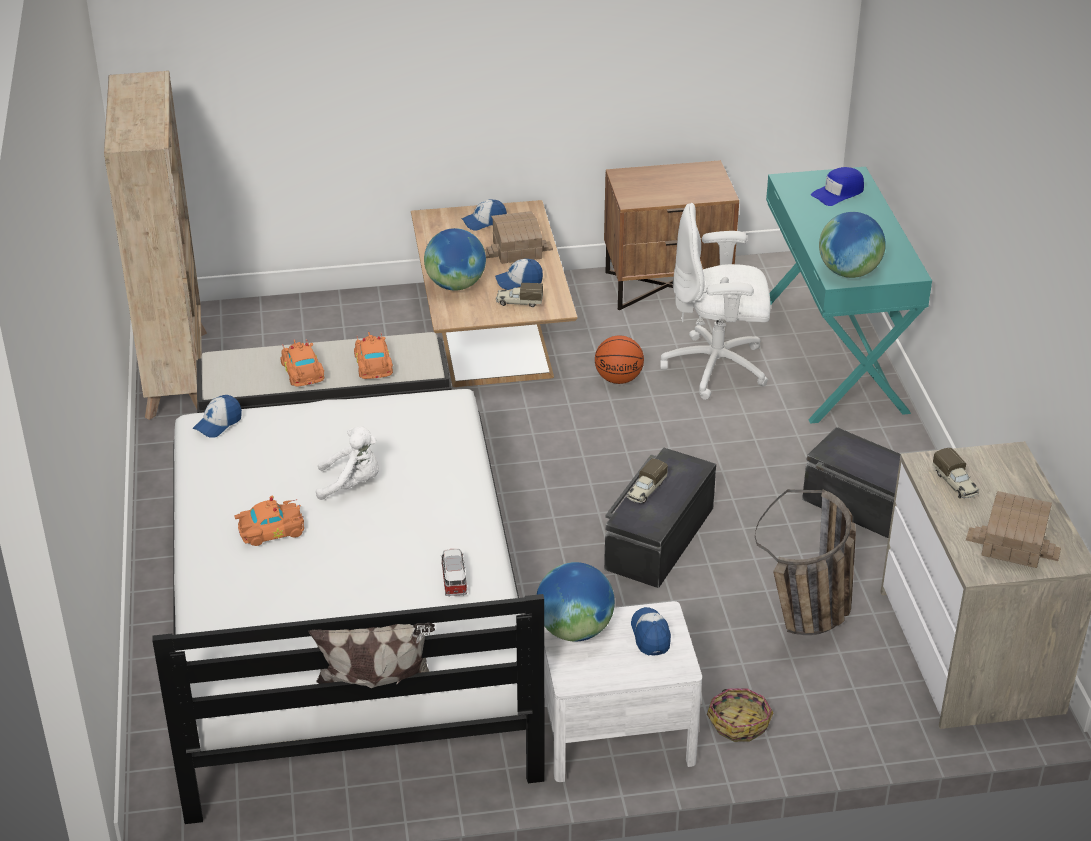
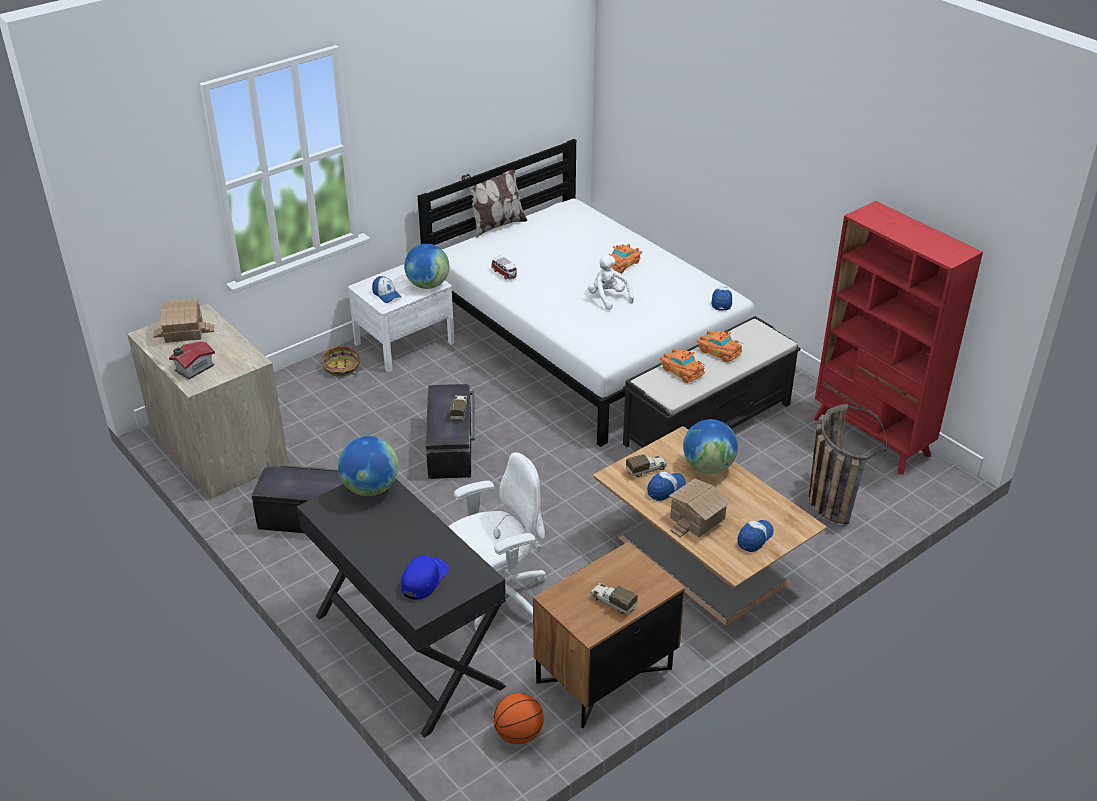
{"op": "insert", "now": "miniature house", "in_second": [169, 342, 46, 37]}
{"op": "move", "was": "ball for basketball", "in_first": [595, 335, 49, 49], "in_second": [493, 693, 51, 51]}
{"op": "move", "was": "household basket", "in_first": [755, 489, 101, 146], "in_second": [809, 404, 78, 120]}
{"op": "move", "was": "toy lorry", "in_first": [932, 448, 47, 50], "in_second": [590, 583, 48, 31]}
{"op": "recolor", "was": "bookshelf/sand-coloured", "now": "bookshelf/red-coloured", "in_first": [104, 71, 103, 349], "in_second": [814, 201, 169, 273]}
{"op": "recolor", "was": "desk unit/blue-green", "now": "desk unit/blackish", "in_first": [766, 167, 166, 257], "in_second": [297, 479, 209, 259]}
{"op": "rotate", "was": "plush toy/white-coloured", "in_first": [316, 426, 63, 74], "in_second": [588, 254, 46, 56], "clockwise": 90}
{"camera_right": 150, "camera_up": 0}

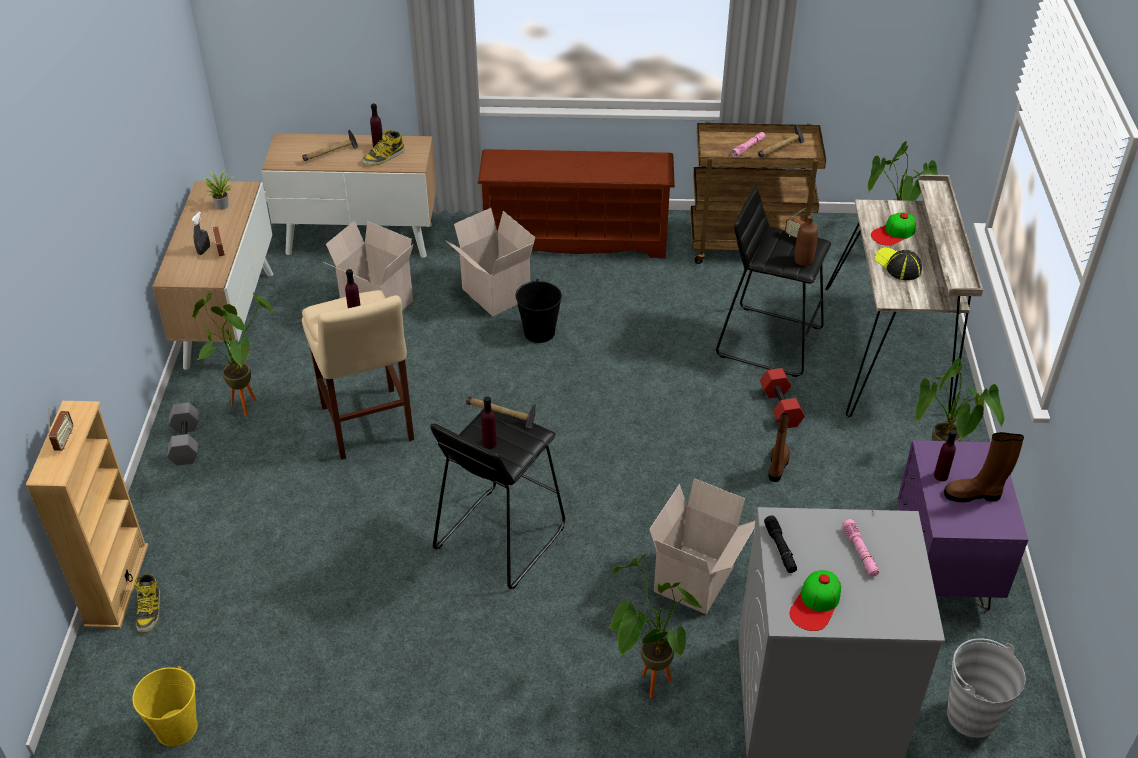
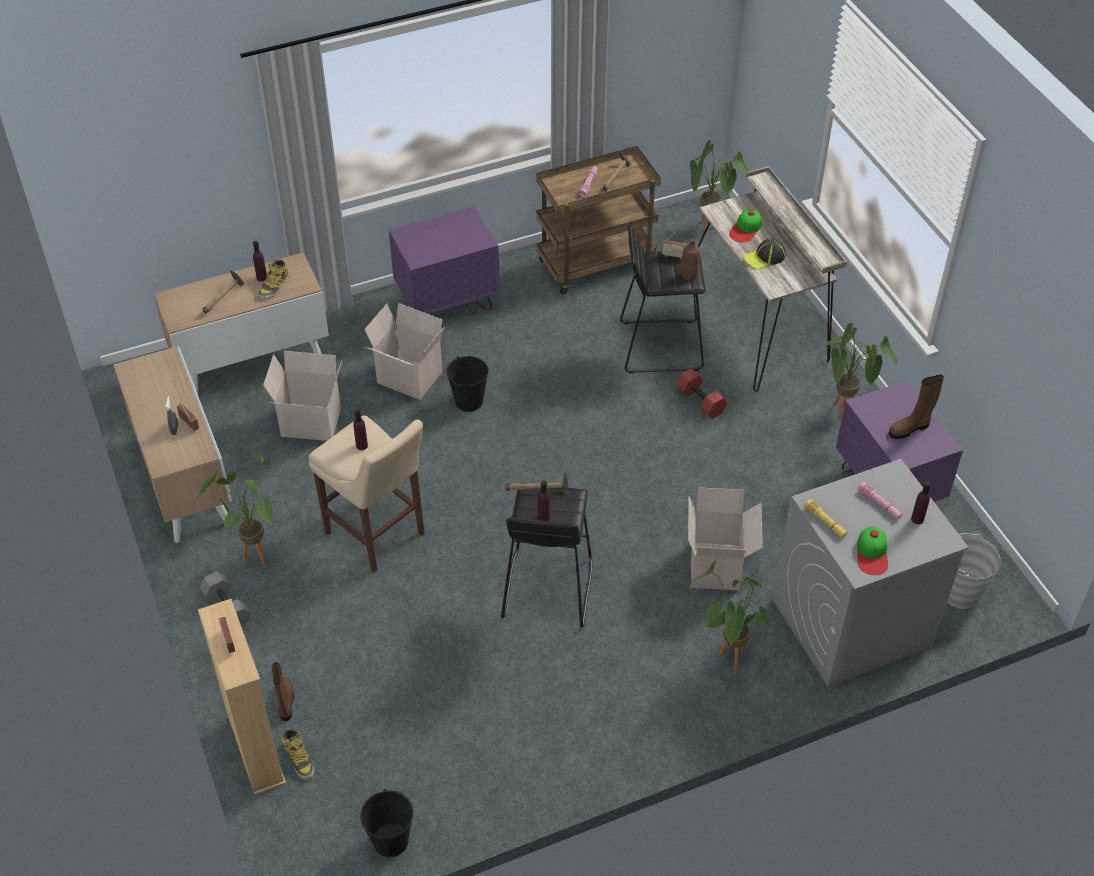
{"op": "delete", "was": "houseplant", "in_first": [202, 168, 34, 42]}
{"op": "move", "was": "tall boot/brown-coloured", "in_first": [768, 413, 22, 69], "in_second": [272, 662, 23, 59]}
{"op": "move", "was": "beverage bottle/purplish", "in_first": [934, 429, 23, 52], "in_second": [911, 481, 20, 43]}
{"op": "replace", "was": "shoe shelf/brown-coloured", "now": "bedside table/purplish", "in_first": [478, 149, 197, 109], "in_second": [389, 207, 111, 108]}
{"op": "recolor", "was": "pail/yellowish", "now": "pail/blackish", "in_first": [132, 666, 66, 81], "in_second": [360, 789, 54, 68]}
{"op": "recolor", "was": "torch/blackish", "now": "torch/yellowish", "in_first": [764, 515, 33, 58], "in_second": [804, 499, 43, 39]}
{"op": "rotate", "was": "cap", "in_first": [874, 247, 48, 33], "in_second": [744, 238, 42, 32], "clockwise": -60}
{"camera_right": -25, "camera_up": 5}

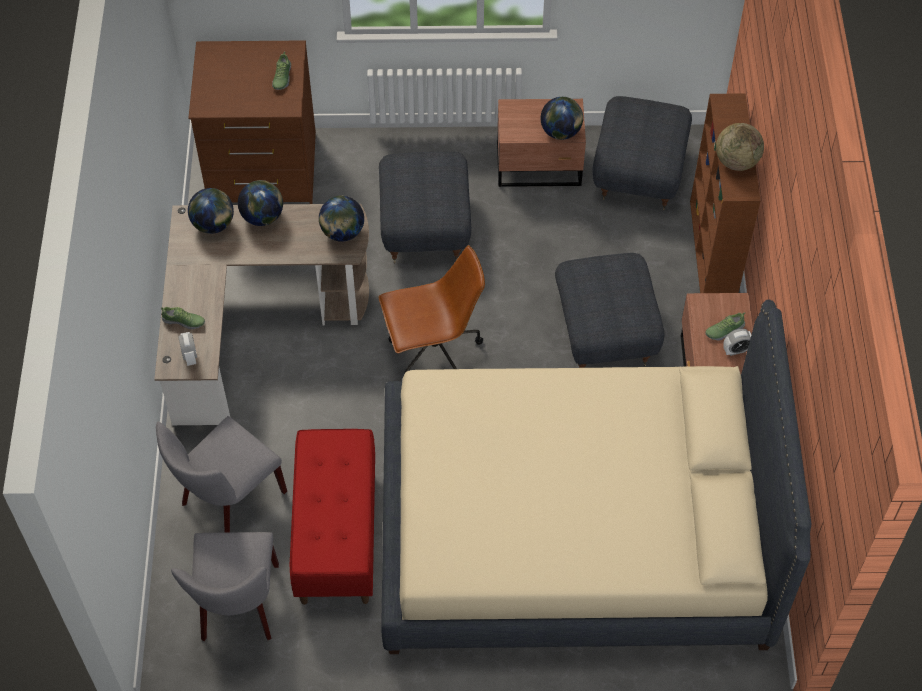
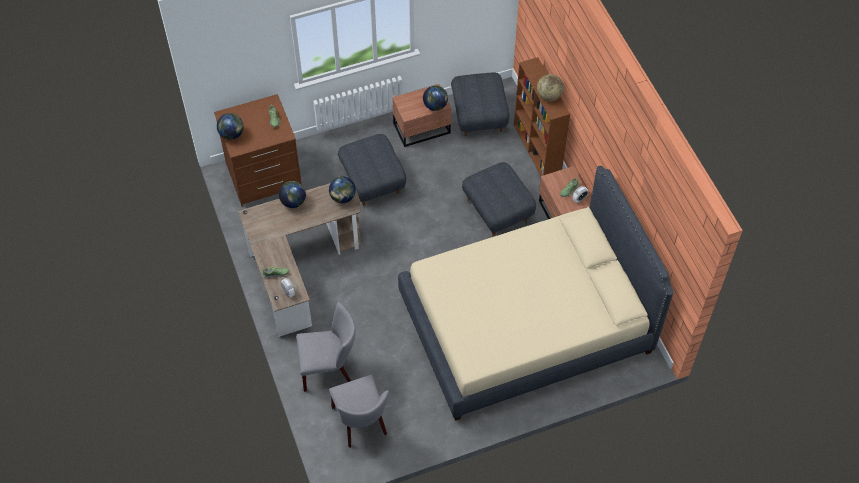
{"op": "delete", "was": "indoor bench/red-coloured", "in_first": [290, 429, 85, 176]}
{"op": "delete", "was": "office chair/brown-coloured", "in_first": [378, 245, 107, 129]}
{"op": "move", "was": "desk globe", "in_first": [188, 188, 46, 46], "in_second": [217, 113, 27, 27]}
{"op": "rotate", "was": "upright chair/gray", "in_first": [156, 416, 131, 117], "in_second": [296, 302, 60, 90], "clockwise": -120}
{"camera_right": -20, "camera_up": 0}

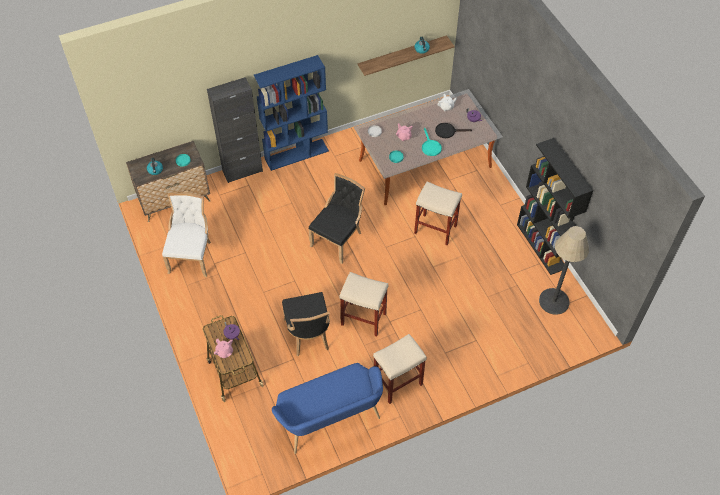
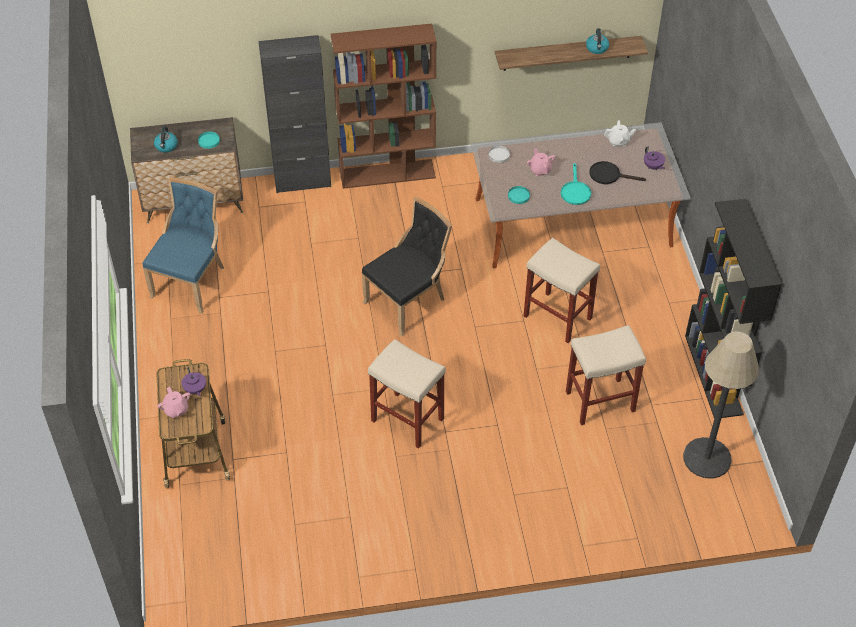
{"op": "delete", "was": "indoor bench/blue", "in_first": [272, 363, 111, 91]}
{"op": "delete", "was": "upright chair/blackish", "in_first": [282, 292, 48, 64]}
{"op": "move", "was": "sitting stool/sand-coloured", "in_first": [373, 334, 54, 70], "in_second": [566, 325, 80, 100]}
{"op": "recolor", "was": "upright chair/white-coloured", "now": "upright chair/blue", "in_first": [162, 192, 49, 85], "in_second": [143, 177, 81, 137]}
{"op": "recolor", "was": "bookshelf/blue", "now": "bookshelf/brown-coloured", "in_first": [254, 55, 75, 116], "in_second": [331, 23, 106, 166]}
{"camera_right": 15, "camera_up": -5}

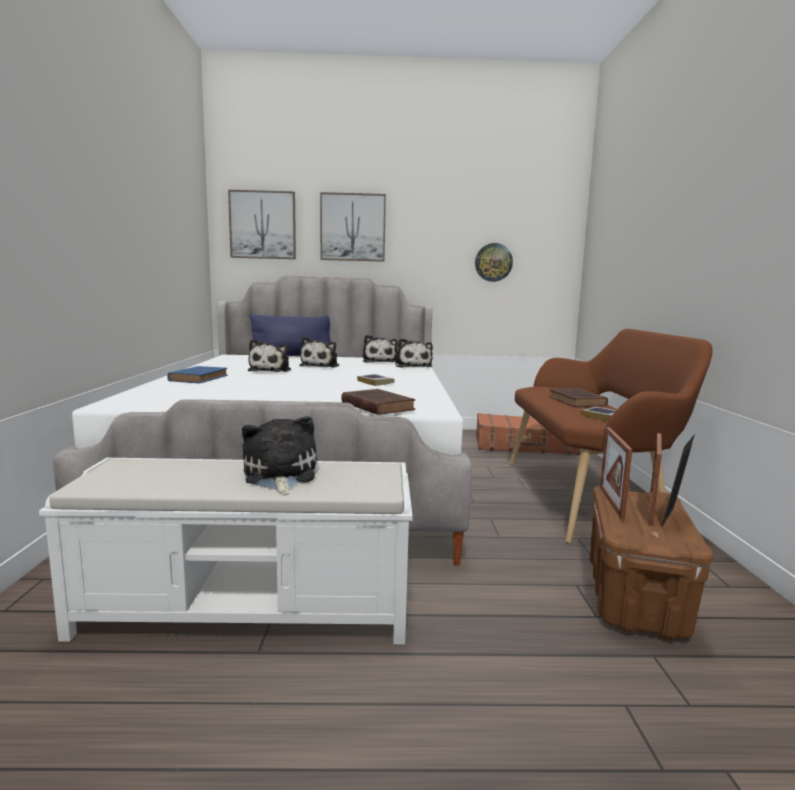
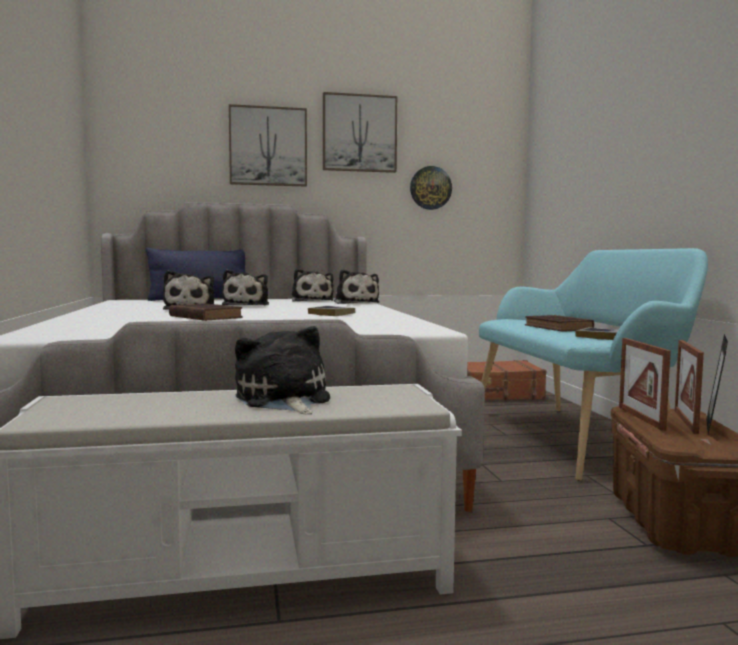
{"op": "delete", "was": "book/blue", "in_first": [167, 366, 61, 17]}
{"op": "move", "was": "picture", "in_first": [228, 190, 68, 69], "in_second": [323, 92, 74, 81]}
{"op": "move", "was": "book/brown-coloured", "in_first": [341, 389, 74, 26], "in_second": [169, 304, 74, 17]}
{"op": "recolor", "was": "indoor bench/brown-coloured", "now": "indoor bench/blue-green", "in_first": [510, 329, 203, 215], "in_second": [479, 248, 229, 233]}
{"camera_right": -10, "camera_up": -5}

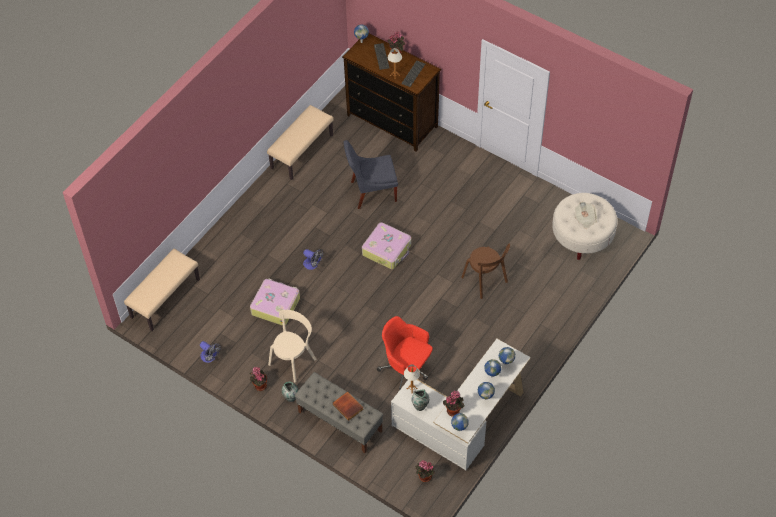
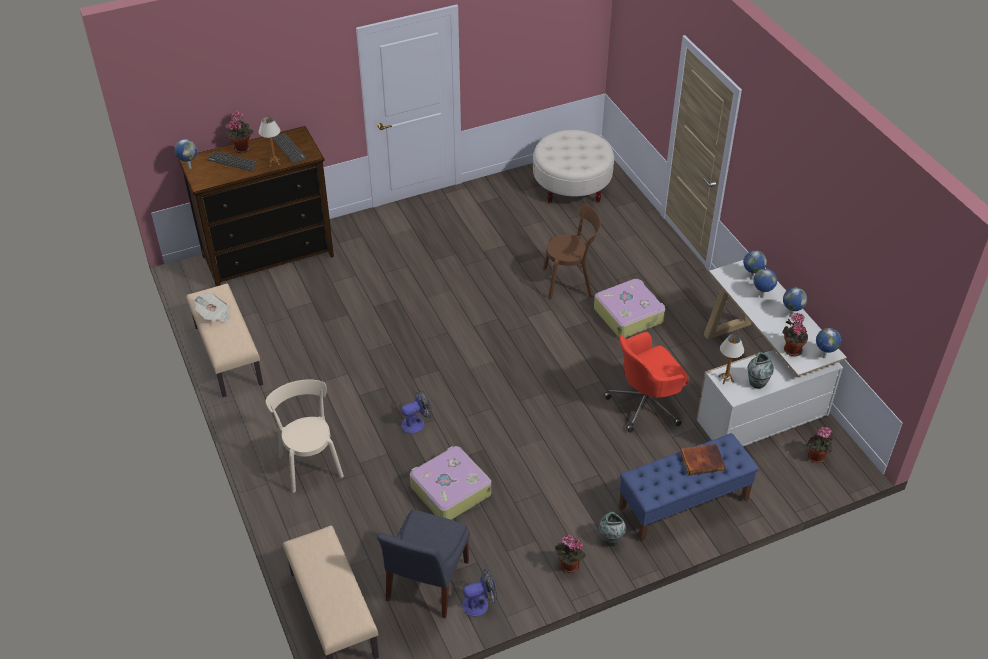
{"op": "move", "was": "upright chair/sand-coloured", "in_first": [268, 310, 49, 73], "in_second": [266, 380, 78, 113]}
{"op": "move", "was": "upright chair/blue", "in_first": [343, 140, 55, 69], "in_second": [377, 509, 93, 109]}
{"op": "move", "was": "piece of luggage", "in_first": [362, 222, 49, 47], "in_second": [594, 279, 71, 59]}
{"op": "move", "was": "daily paper", "in_first": [575, 201, 22, 28], "in_second": [194, 293, 37, 29]}
{"op": "recolor", "was": "indoor bench/gray", "now": "indoor bench/blue", "in_first": [295, 372, 89, 81], "in_second": [619, 433, 140, 109]}
{"camera_right": -60, "camera_up": -10}

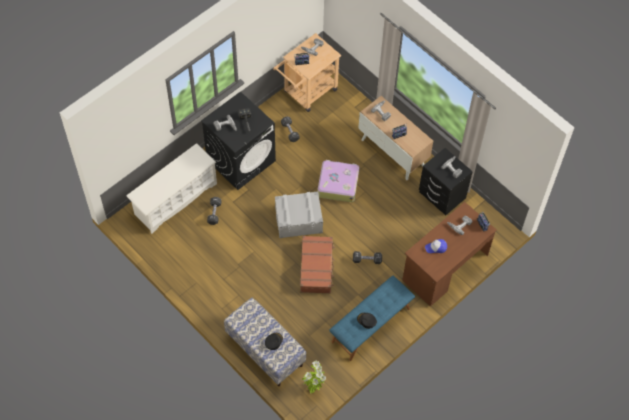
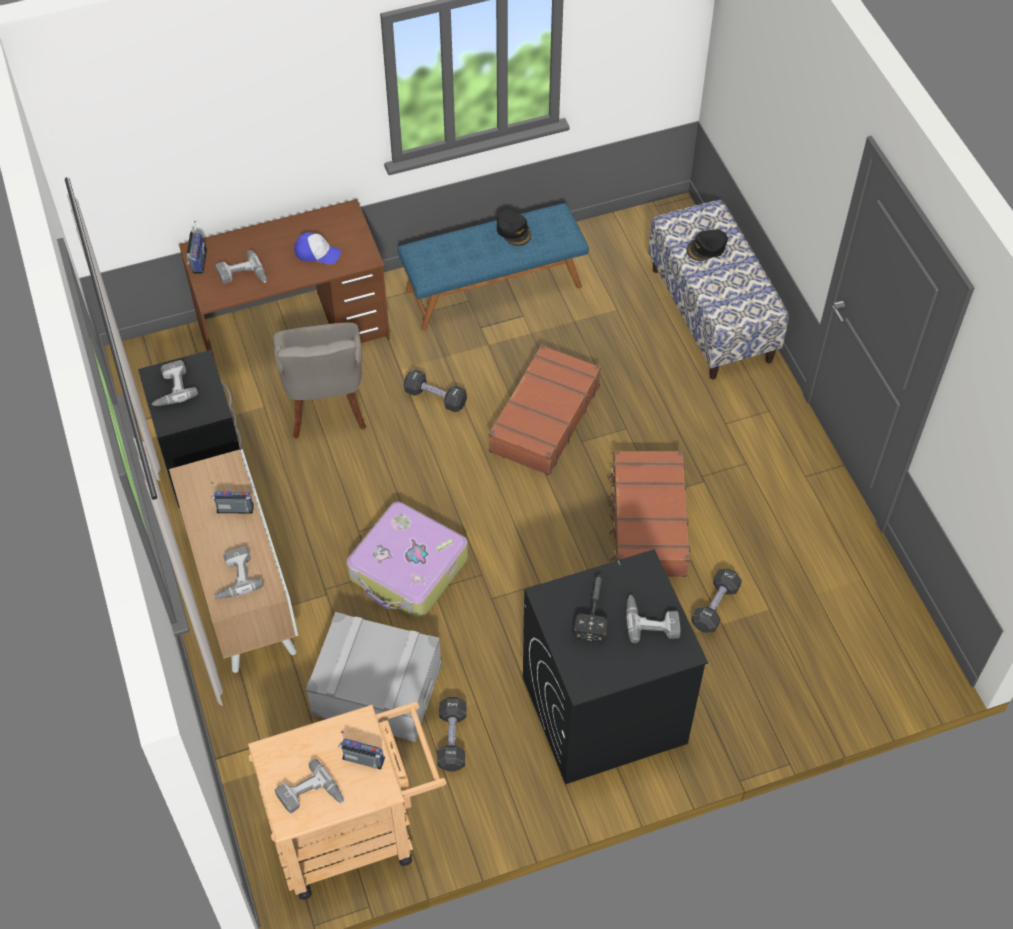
{"op": "delete", "was": "shoe shelf/white-coloured", "in_first": [127, 143, 90, 91]}
{"op": "delete", "was": "houseplant", "in_first": [302, 361, 24, 32]}
{"op": "insert", "now": "upright chair/gray", "in_second": [273, 322, 93, 117]}
{"op": "insert", "now": "piece of luggage/brown-coloured", "in_second": [607, 450, 83, 127]}
{"op": "move", "was": "storage container/gray", "in_first": [275, 191, 48, 47], "in_second": [306, 612, 136, 130]}
{"camera_right": -155, "camera_up": -5}

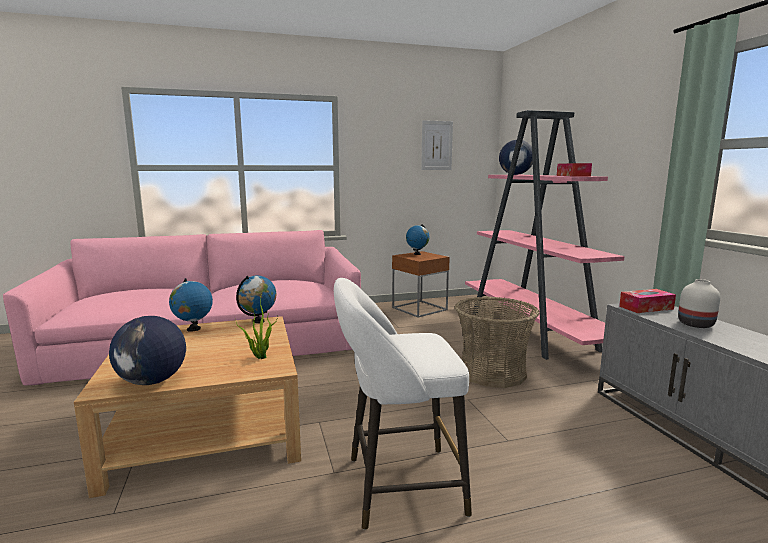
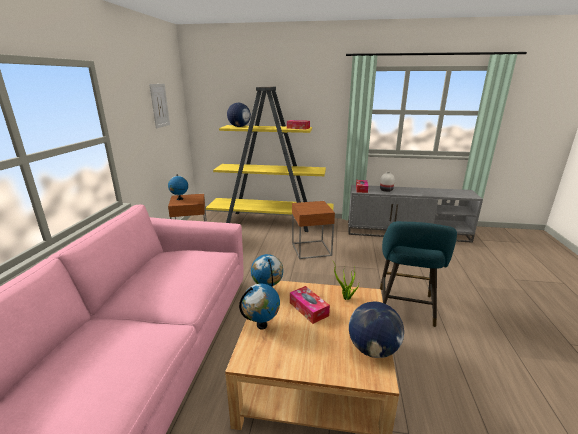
{"op": "insert", "now": "box of tissues", "in_second": [290, 286, 40, 38]}
{"op": "replace", "was": "household basket", "now": "accent table/brown-coloured", "in_first": [455, 297, 85, 91], "in_second": [292, 201, 43, 58]}
{"op": "recolor", "was": "sitting stool/white-coloured", "now": "sitting stool/blue-green", "in_first": [334, 278, 138, 252], "in_second": [380, 221, 77, 106]}
{"op": "recolor", "was": "bookshelf/pink", "now": "bookshelf/yellowish", "in_first": [465, 110, 160, 250], "in_second": [206, 87, 128, 145]}
{"camera_right": -65, "camera_up": 10}

